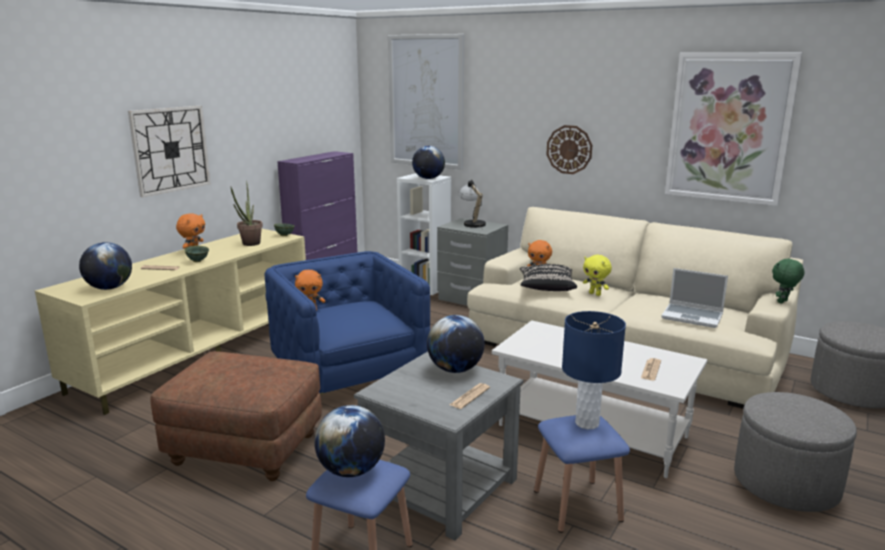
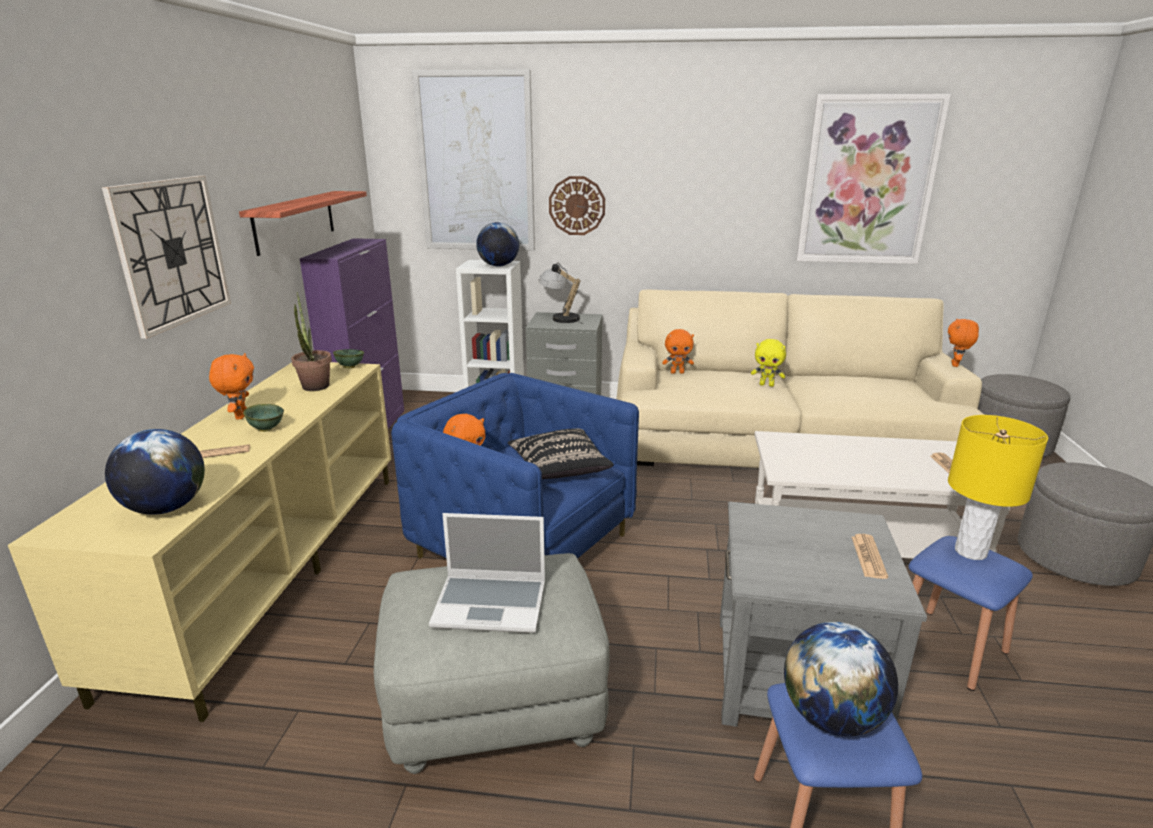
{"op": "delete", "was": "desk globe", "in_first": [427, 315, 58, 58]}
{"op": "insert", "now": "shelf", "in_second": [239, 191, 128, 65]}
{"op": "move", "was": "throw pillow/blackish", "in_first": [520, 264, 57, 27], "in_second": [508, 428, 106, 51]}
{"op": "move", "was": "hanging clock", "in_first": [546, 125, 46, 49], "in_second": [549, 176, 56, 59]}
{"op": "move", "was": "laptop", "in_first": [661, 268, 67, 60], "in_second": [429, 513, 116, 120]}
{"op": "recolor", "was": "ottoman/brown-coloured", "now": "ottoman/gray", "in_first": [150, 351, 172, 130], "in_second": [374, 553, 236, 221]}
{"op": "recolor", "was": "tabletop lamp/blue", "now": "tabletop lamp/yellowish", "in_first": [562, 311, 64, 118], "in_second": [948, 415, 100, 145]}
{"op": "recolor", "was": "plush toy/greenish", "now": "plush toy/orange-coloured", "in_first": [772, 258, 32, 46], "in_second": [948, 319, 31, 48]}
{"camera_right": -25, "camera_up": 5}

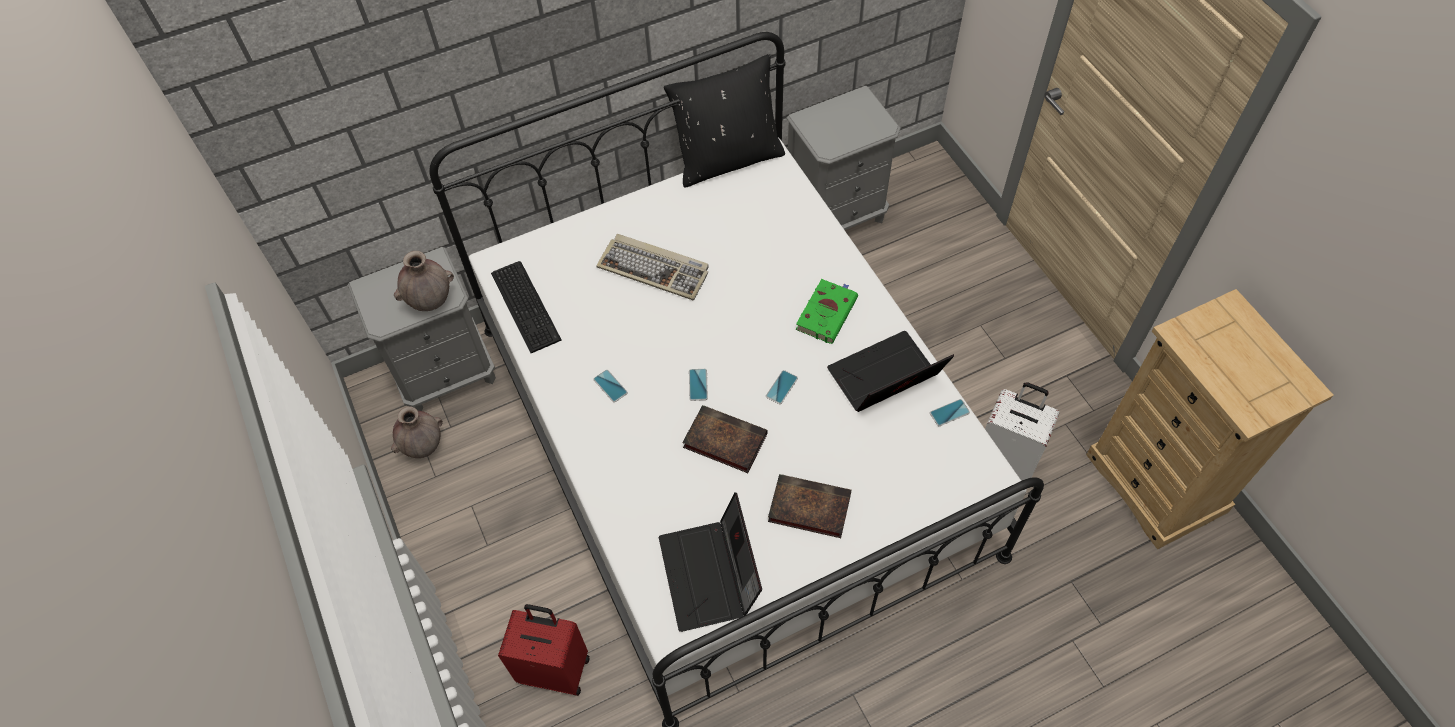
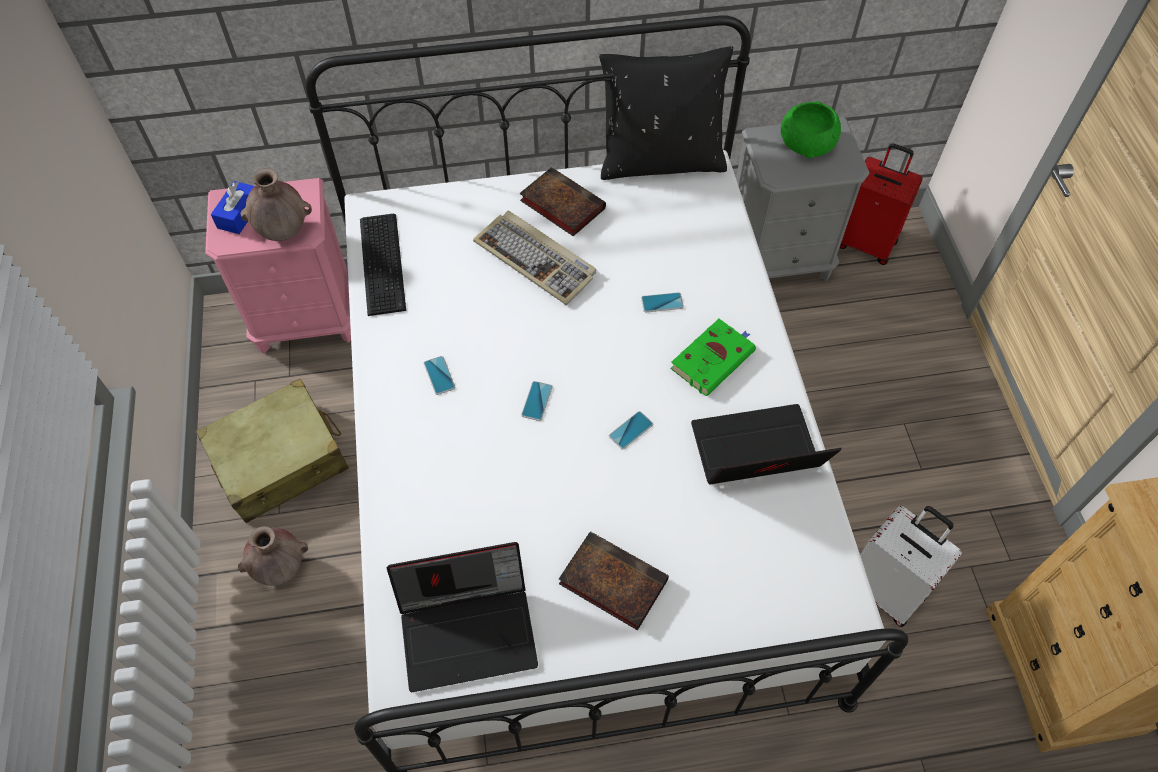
{"op": "insert", "now": "piece of luggage/sand-coloured", "in_second": [196, 379, 153, 144]}
{"op": "insert", "now": "box of tissues/blue", "in_second": [211, 181, 43, 53]}
{"op": "insert", "now": "serving bowl/greenish", "in_second": [781, 101, 60, 57]}
{"op": "move", "was": "vase/brown-coloured", "in_first": [391, 406, 52, 52], "in_second": [238, 526, 70, 60]}
{"op": "move", "was": "piece of luggage/red-coloured", "in_first": [498, 604, 92, 92], "in_second": [840, 143, 83, 122]}
{"op": "move", "was": "book", "in_first": [682, 405, 86, 68], "in_second": [520, 167, 86, 69]}
{"op": "move", "was": "phone", "in_first": [930, 399, 40, 27], "in_second": [641, 292, 43, 20]}
{"op": "recolor", "was": "bedside table/gray", "now": "bedside table/pink", "in_first": [348, 247, 148, 164], "in_second": [205, 178, 146, 176]}
{"op": "rotate", "was": "laptop", "in_first": [659, 492, 103, 140], "in_second": [387, 542, 151, 150], "clockwise": -105}
{"camera_right": 15, "camera_up": 0}

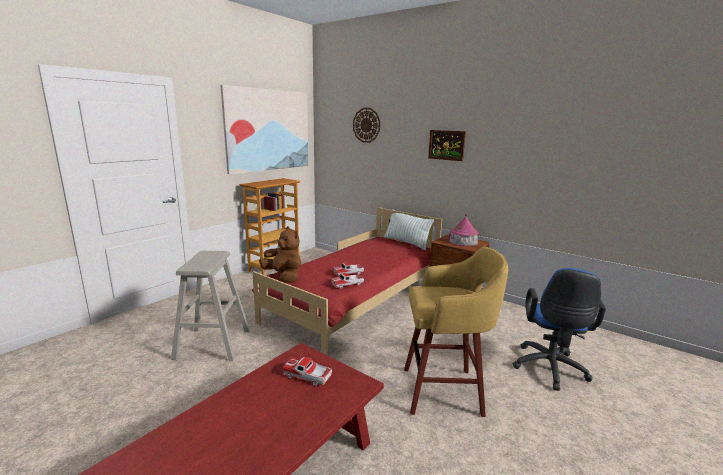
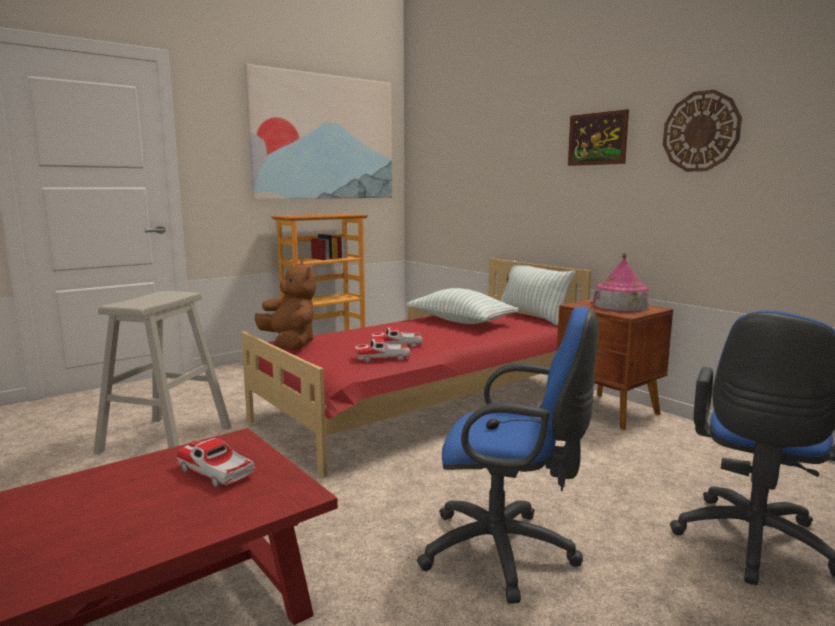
{"op": "insert", "now": "throw pillow", "in_second": [406, 288, 113, 36]}
{"op": "move", "was": "hanging clock", "in_first": [353, 108, 27, 35], "in_second": [663, 89, 79, 83]}
{"op": "replace", "was": "sitting stool/yellowish", "now": "office chair/blue", "in_first": [404, 247, 104, 170], "in_second": [417, 307, 182, 296]}
{"camera_right": 15, "camera_up": -5}

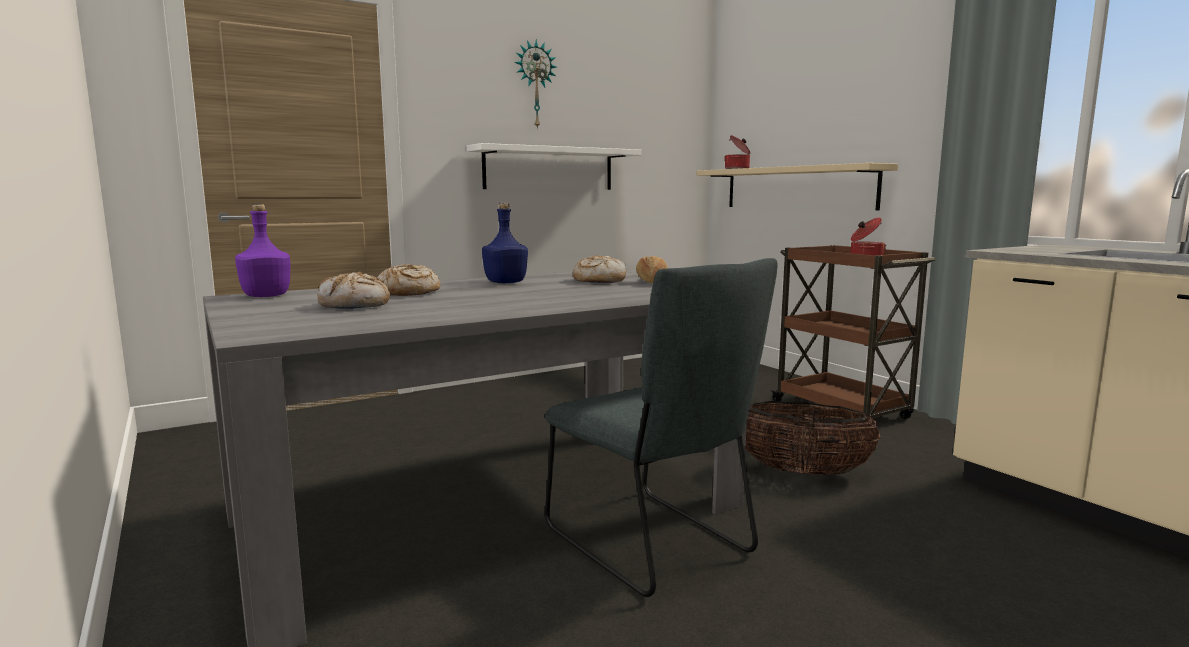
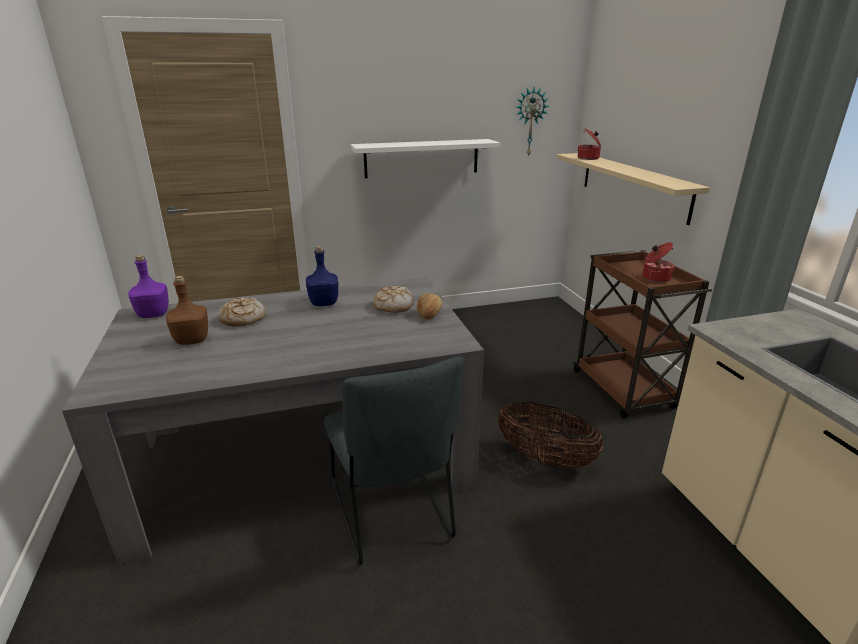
{"op": "move", "was": "hanging clock", "in_first": [515, 39, 42, 91], "in_second": [516, 87, 33, 70]}
{"op": "replace", "was": "bakery bread", "now": "beverage bottle/brown-coloured", "in_first": [317, 272, 73, 37], "in_second": [166, 276, 42, 69]}
{"camera_right": 15, "camera_up": 15}

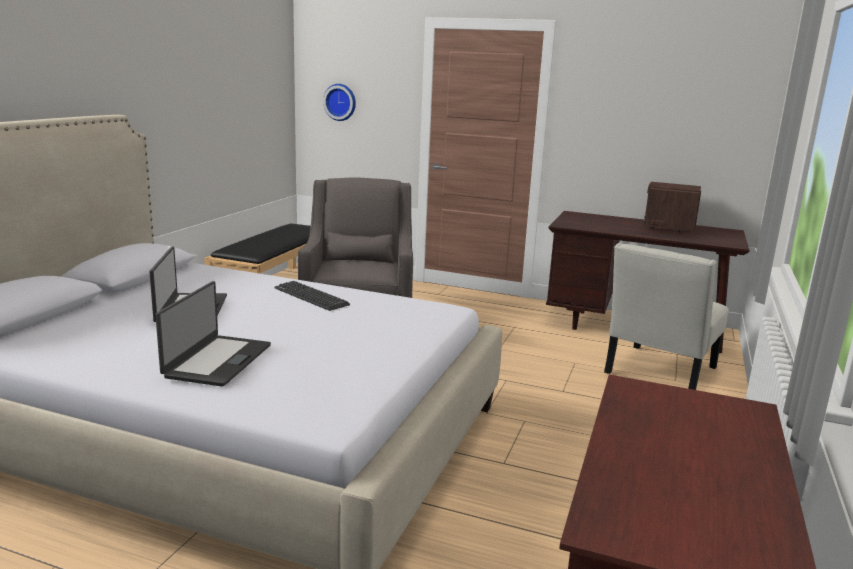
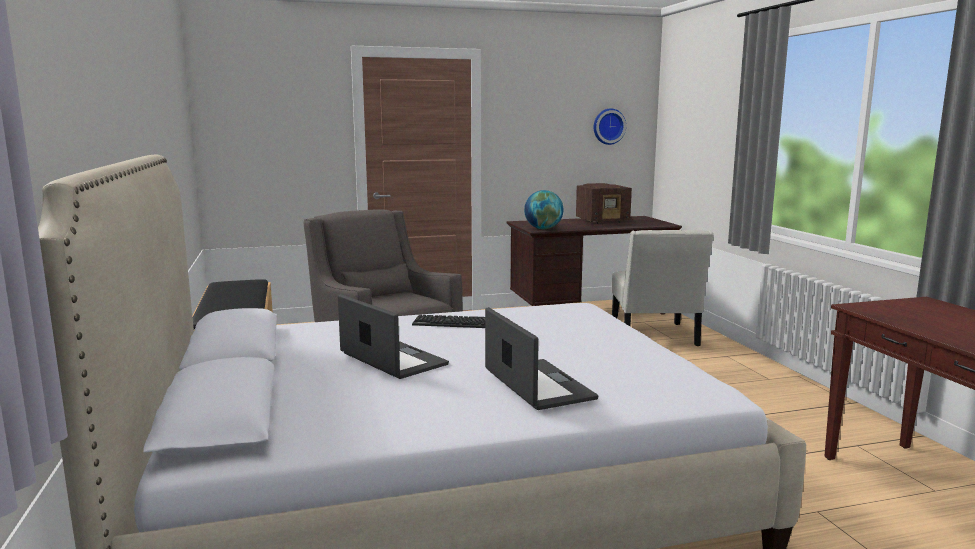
{"op": "insert", "now": "desk globe", "in_second": [524, 190, 40, 39]}
{"op": "move", "was": "hanging clock", "in_first": [323, 84, 33, 37], "in_second": [594, 108, 32, 37]}
{"op": "rotate", "was": "radio receiver", "in_first": [644, 182, 57, 50], "in_second": [576, 183, 56, 41], "clockwise": -90}
{"camera_right": -35, "camera_up": -5}

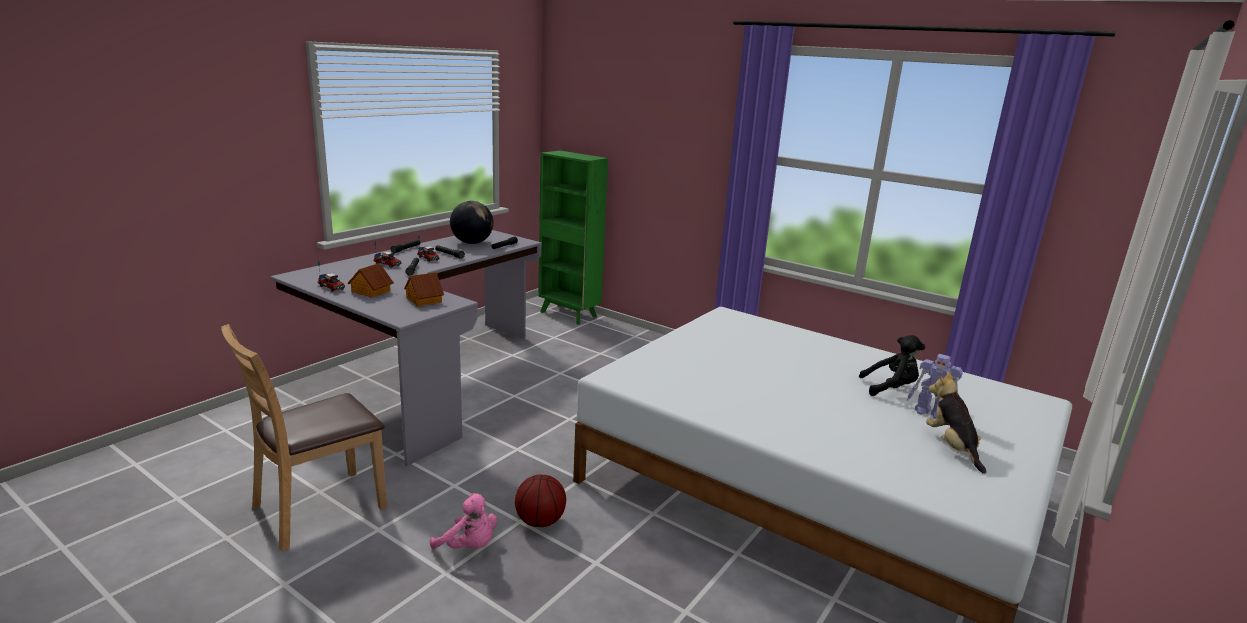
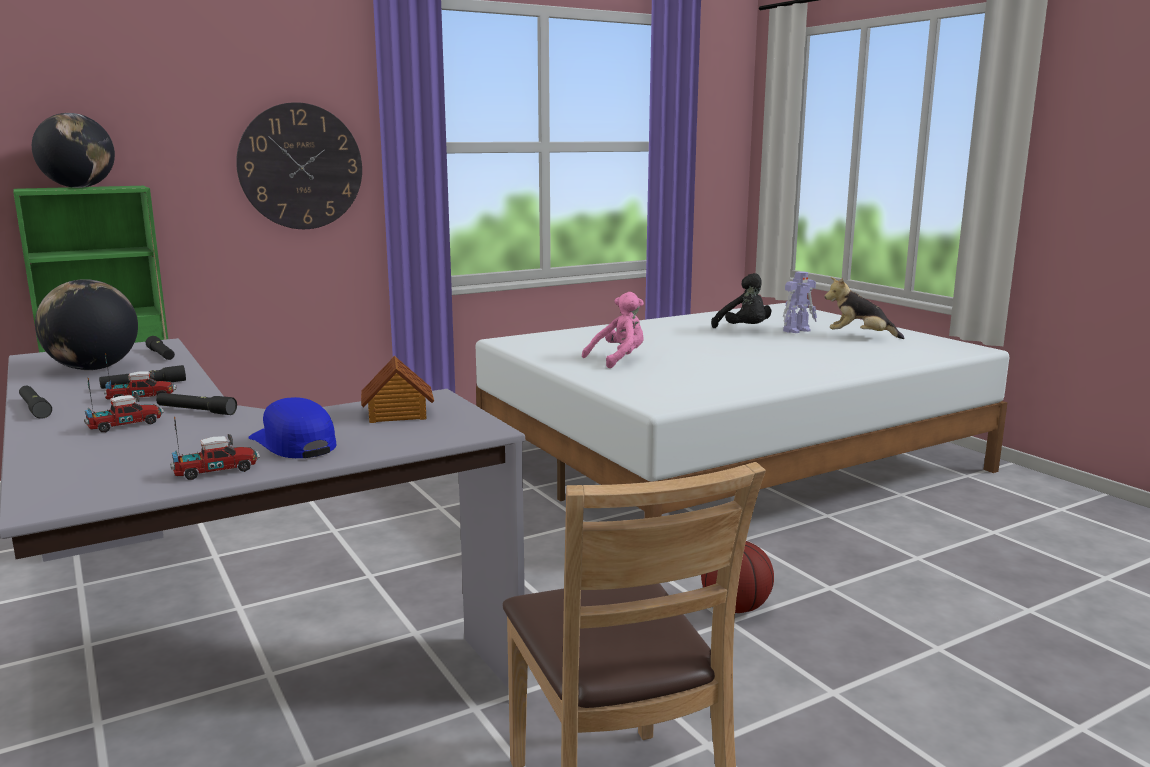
{"op": "insert", "now": "desk globe", "in_second": [32, 113, 83, 75]}
{"op": "insert", "now": "hanging clock", "in_second": [236, 102, 126, 127]}
{"op": "move", "was": "plush toy/pink", "in_first": [430, 493, 67, 56], "in_second": [582, 292, 62, 76]}
{"op": "replace", "was": "miniature house", "now": "cap/blue", "in_first": [348, 263, 46, 35], "in_second": [248, 397, 89, 61]}
{"op": "rotate", "was": "plush toy/blackish", "in_first": [859, 335, 66, 61], "in_second": [711, 273, 60, 55], "clockwise": 120}
{"camera_right": -65, "camera_up": -5}

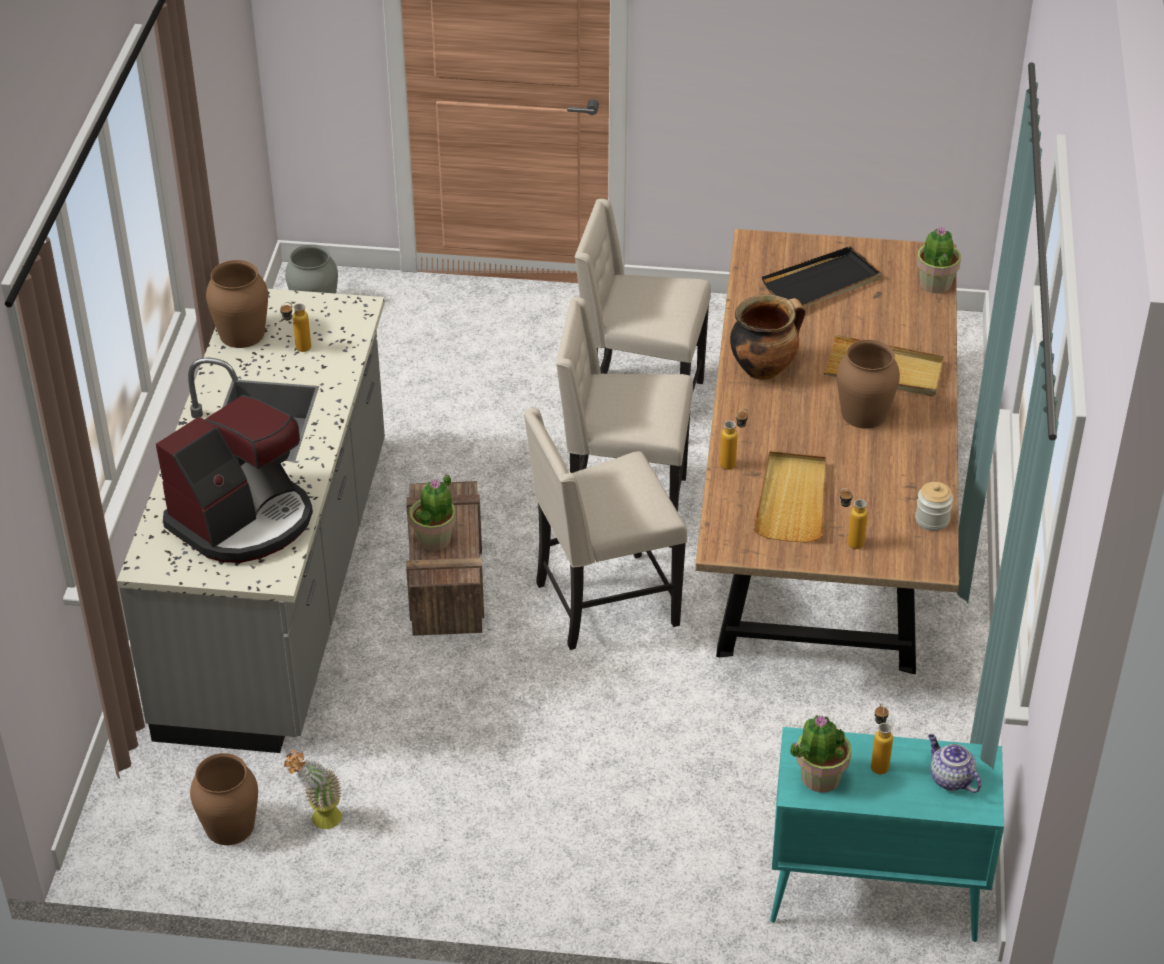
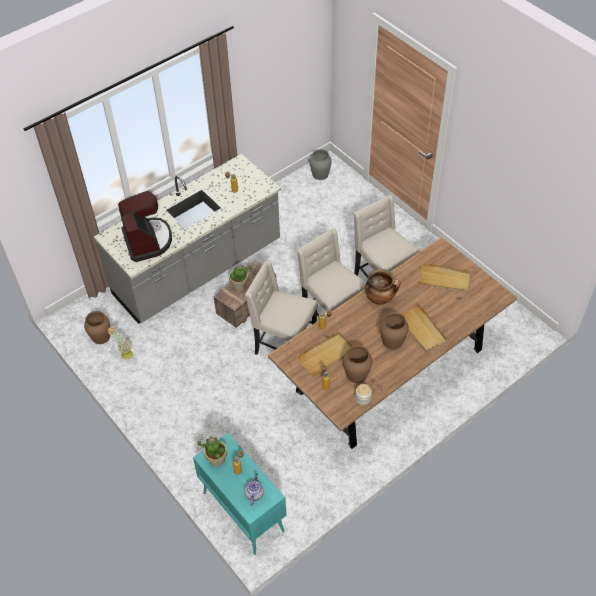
{"op": "delete", "was": "houseplant", "in_first": [917, 227, 44, 67]}
{"op": "move", "was": "vase/brown-coloured", "in_first": [206, 260, 62, 88], "in_second": [343, 345, 29, 38]}
{"op": "recolor", "was": "tray/blackish", "now": "tray/sand-coloured", "in_first": [762, 246, 119, 61], "in_second": [419, 263, 52, 29]}
{"op": "rotate", "was": "coffee maker", "in_first": [156, 395, 157, 168], "in_second": [118, 191, 54, 71], "clockwise": -105}
{"camera_right": 45, "camera_up": 10}

